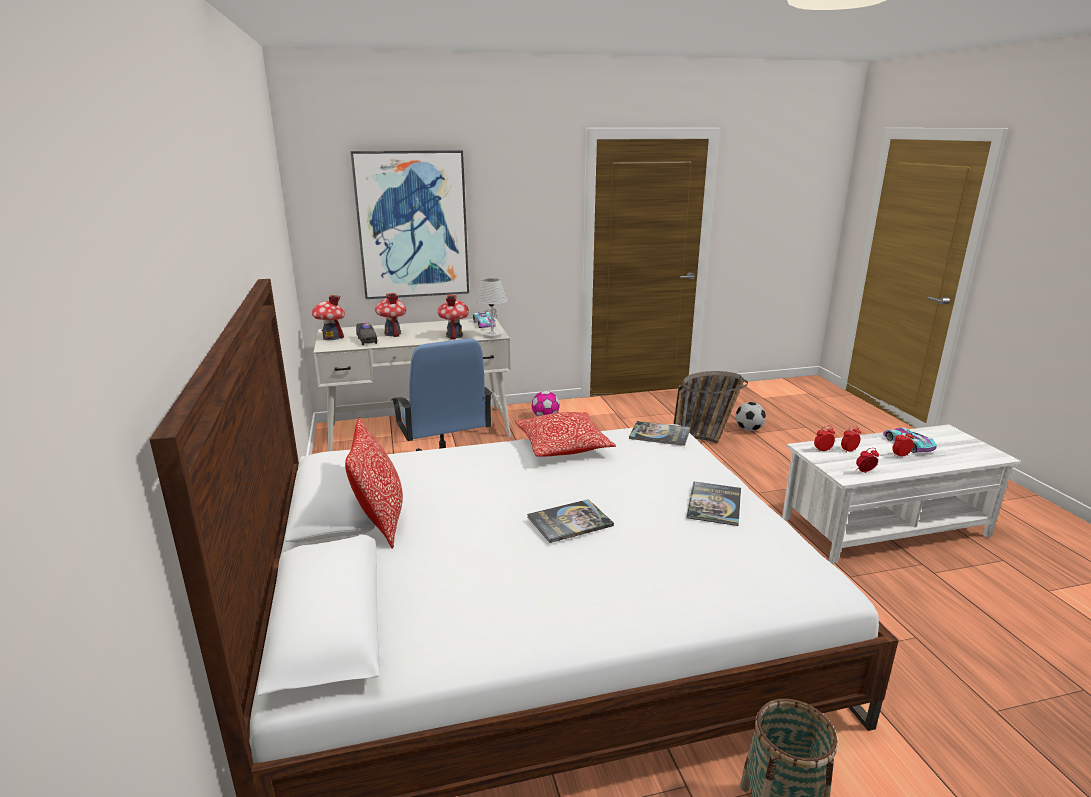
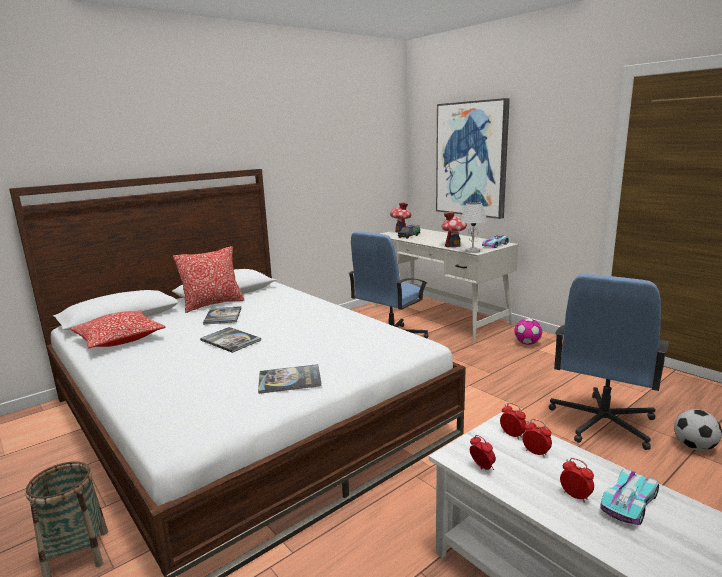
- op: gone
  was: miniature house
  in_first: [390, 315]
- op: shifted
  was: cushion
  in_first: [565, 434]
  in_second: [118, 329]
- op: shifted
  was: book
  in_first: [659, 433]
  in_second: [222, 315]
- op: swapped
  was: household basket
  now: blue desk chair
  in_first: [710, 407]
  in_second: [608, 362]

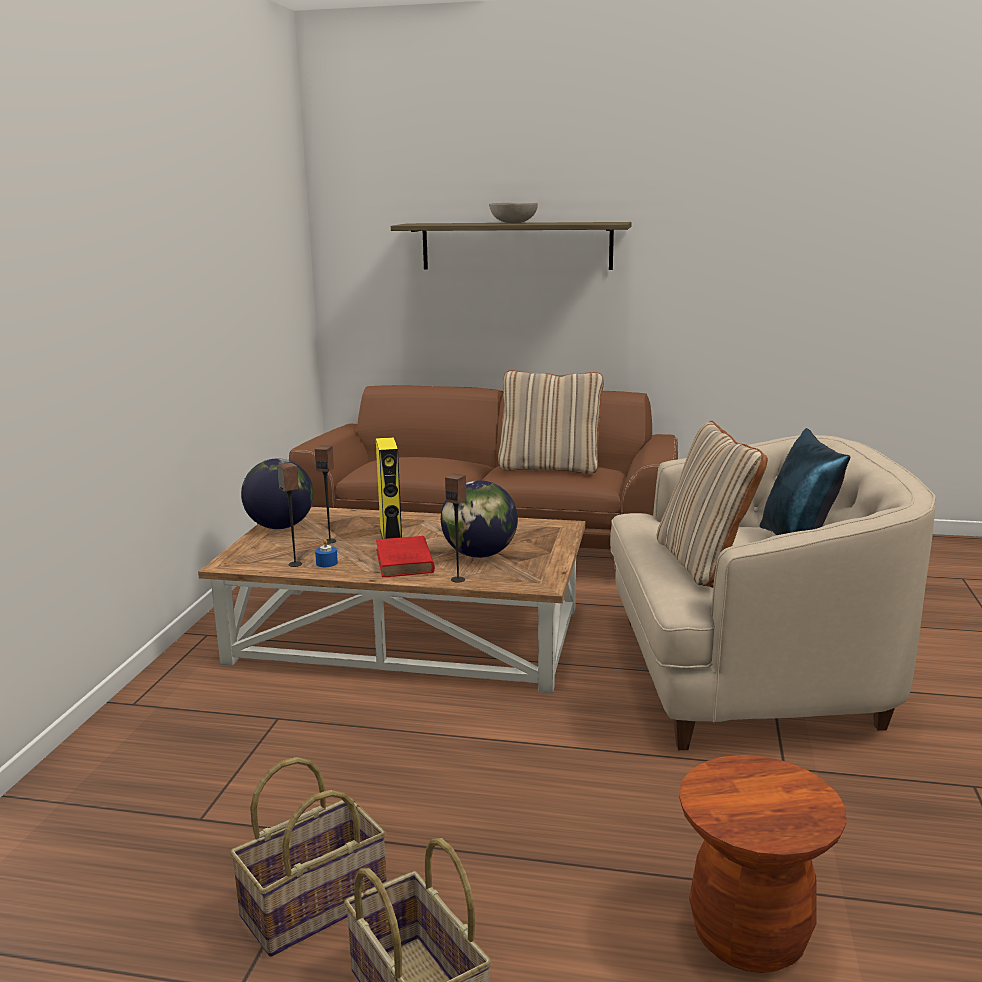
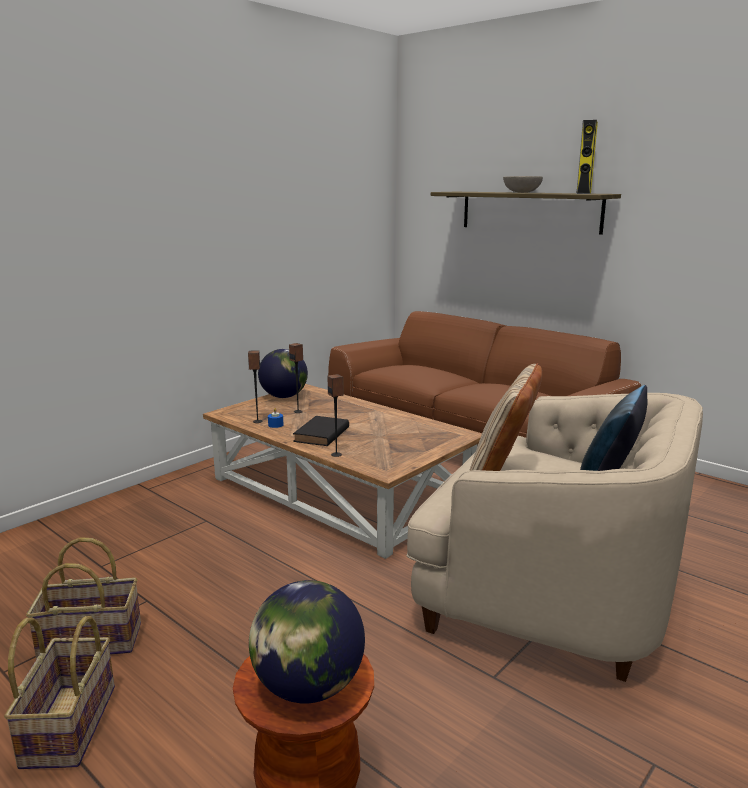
- op: shifted
  was: yellow-coloured speaker
  in_first: [389, 488]
  in_second: [587, 157]
- op: repainted
  was: red-coloured book
  now: black book
  in_first: [405, 556]
  in_second: [321, 431]
- op: shifted
  was: world globe
  in_first: [479, 519]
  in_second: [307, 642]
- op: gone
  was: beige-coloured cushion
  in_first: [551, 422]

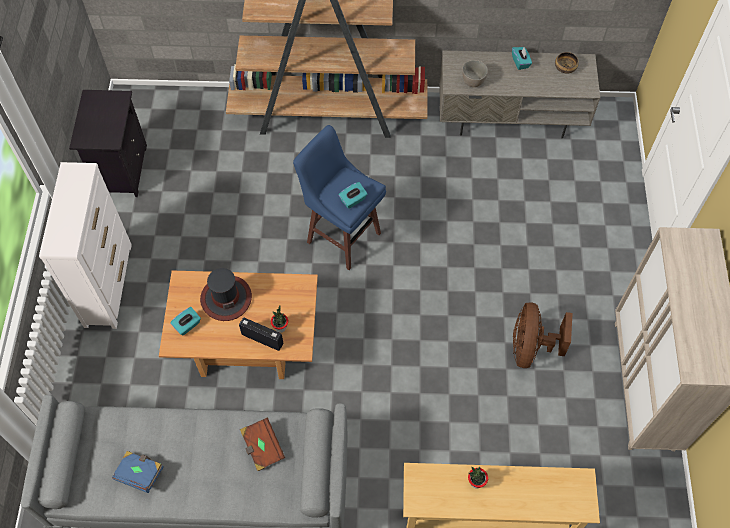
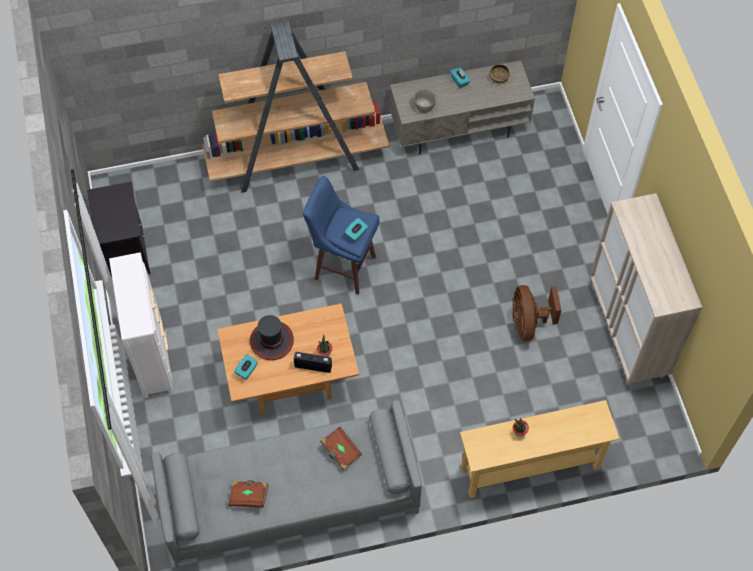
- op: repainted
  was: blue book
  now: brown book
  in_first: [138, 472]
  in_second: [248, 494]

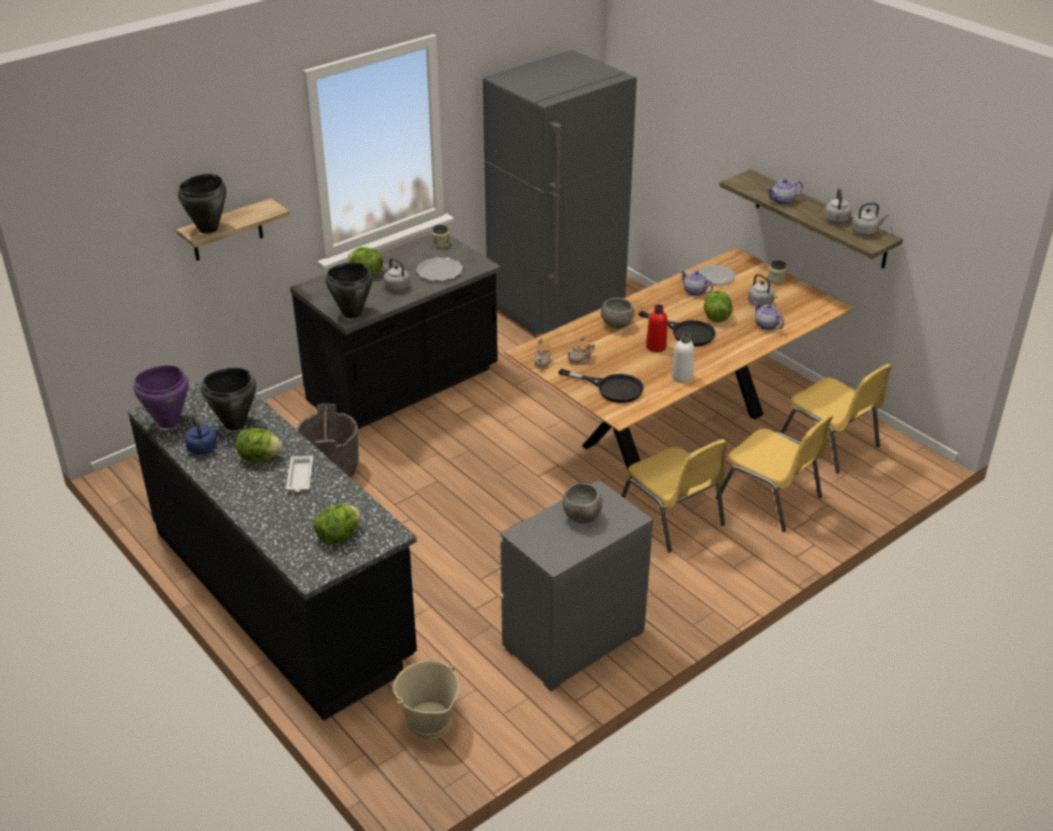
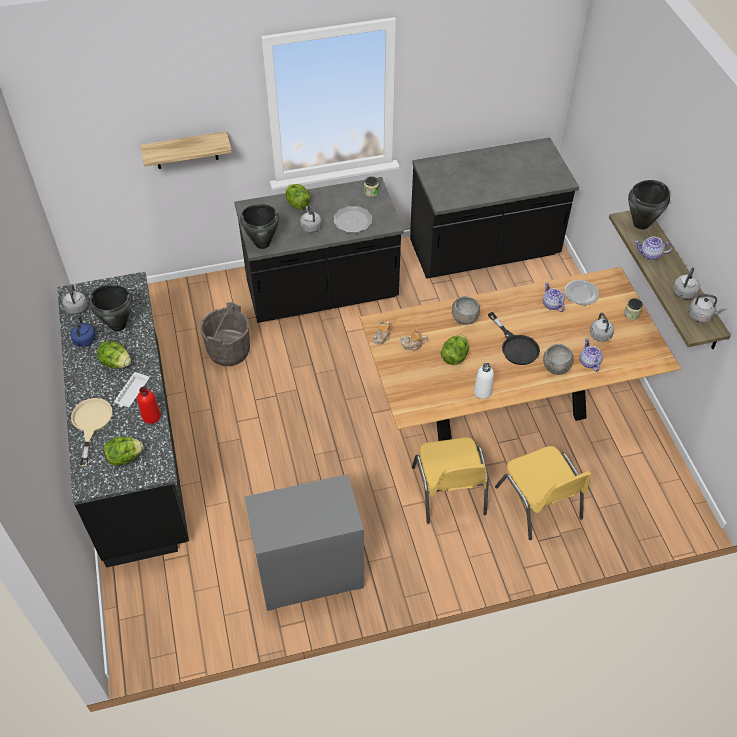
- op: swapped
  was: purple-coloured stockpot
  now: gray water kettle
  in_first: [161, 396]
  in_second: [75, 299]
- op: shifted
  was: black stockpot
  in_first: [202, 204]
  in_second: [649, 205]
- op: gone
  was: beige-coloured pail
  in_first: [425, 700]
- op: swapped
  was: gray refrigerator
  now: black kitchen counter
  in_first: [560, 192]
  in_second: [494, 208]
- op: gone
  was: black skillet
  in_first: [601, 385]
- op: shifted
  was: gray bowl
  in_first: [582, 503]
  in_second: [558, 359]
- op: shifted
  was: red-coloured beverage bottle
  in_first: [657, 328]
  in_second: [149, 405]
- op: shifted
  was: head of lettuce
  in_first: [718, 306]
  in_second: [455, 350]
- op: gone
  was: yellow-coloured upright chair
  in_first: [836, 418]
- op: new
  now: beige-coloured skillet
  in_second: [91, 432]

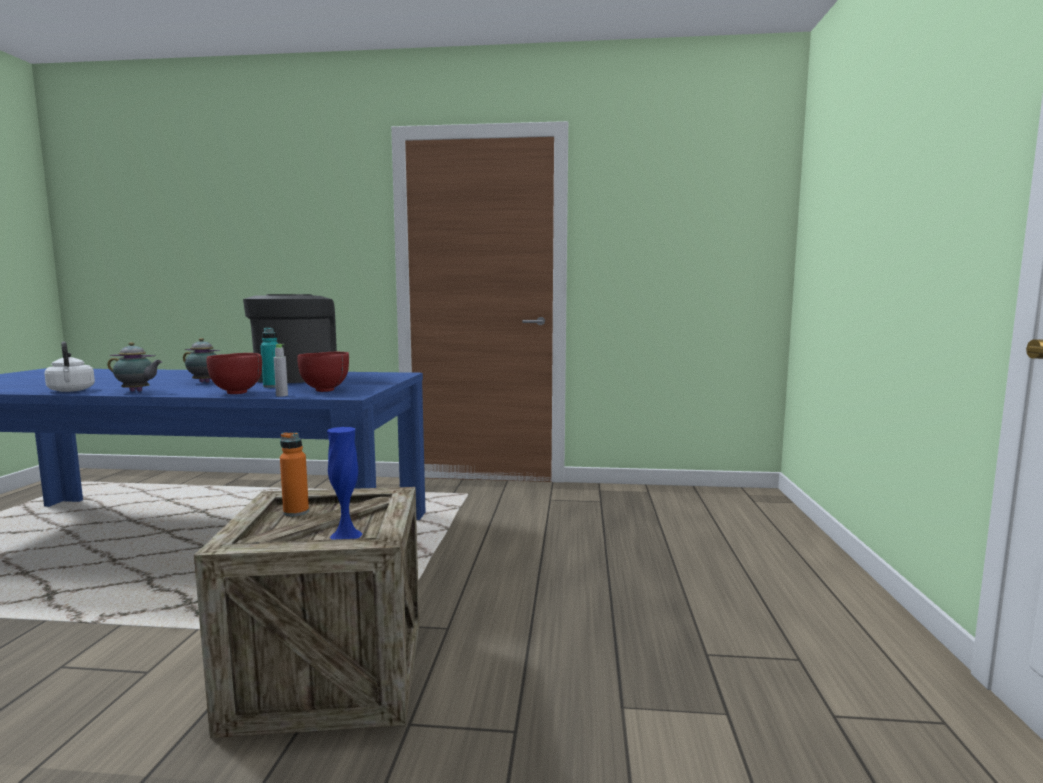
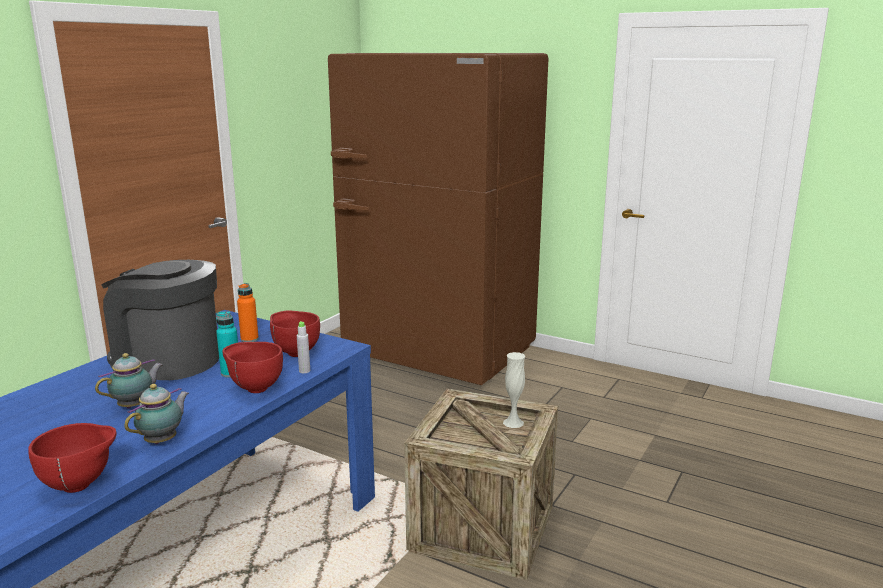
- op: swapped
  was: white water kettle
  now: red-coloured bowl
  in_first: [69, 366]
  in_second: [72, 458]
- op: shifted
  was: orange-coloured beverage bottle
  in_first: [294, 474]
  in_second: [248, 312]
- op: repainted
  was: blue vase
  now: white vase
  in_first: [344, 483]
  in_second: [514, 390]
- op: new
  now: brown refrigerator
  in_second: [438, 219]

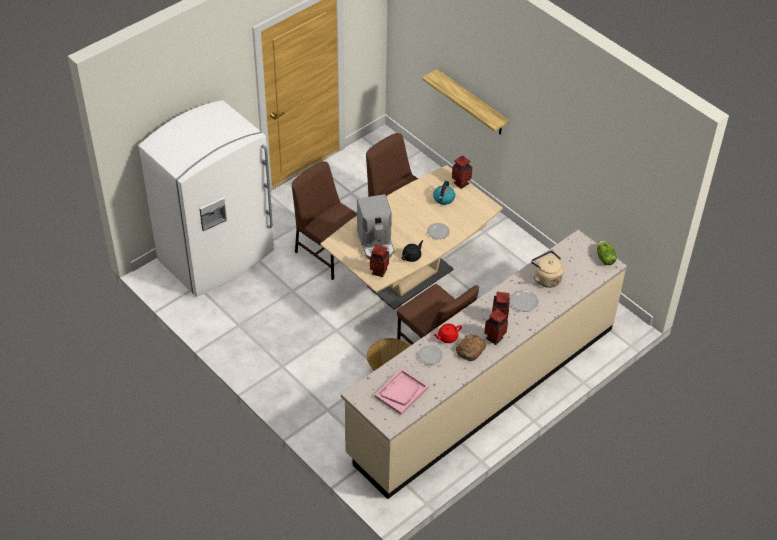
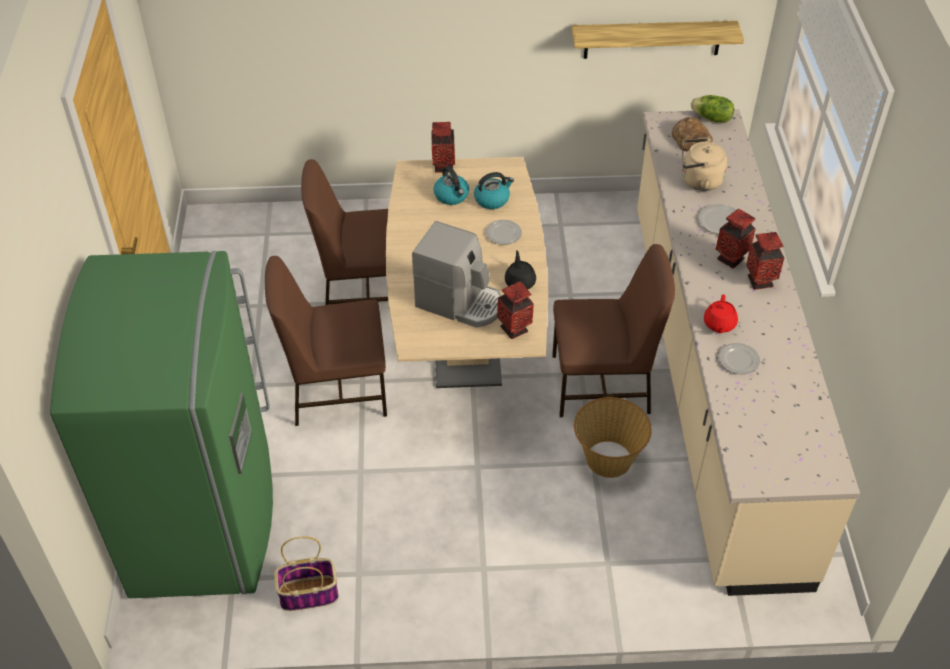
- op: repainted
  was: white refrigerator
  now: green refrigerator
  in_first: [206, 198]
  in_second: [161, 424]
- op: gone
  was: pink carrying tray
  in_first: [402, 392]
- op: shifted
  was: wall shelf
  in_first: [466, 102]
  in_second: [657, 40]
- op: shifted
  was: bread
  in_first: [471, 347]
  in_second: [692, 134]
- op: new
  now: household basket
  in_second: [306, 573]
- op: new
  now: water kettle
  in_second: [494, 190]

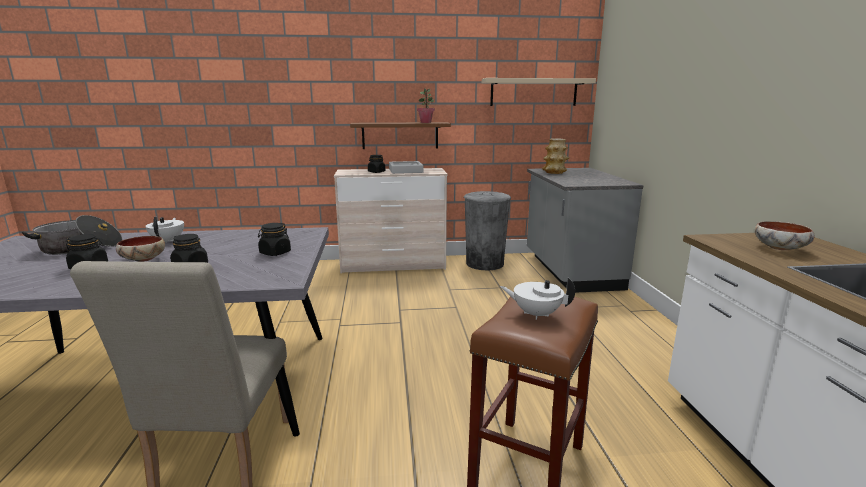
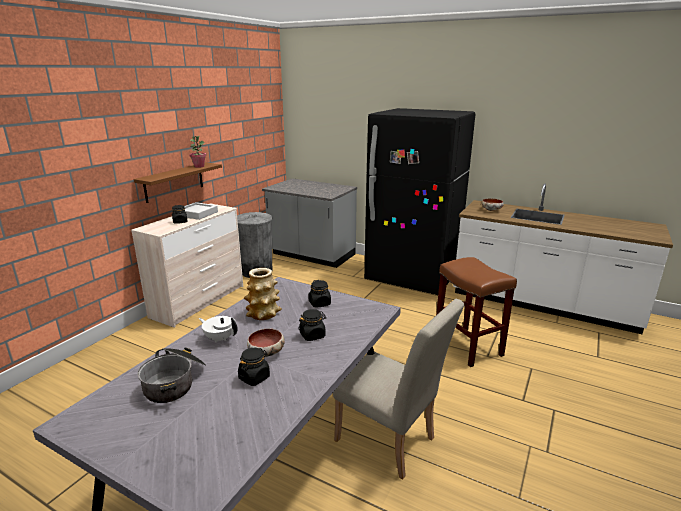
- op: gone
  was: beige-coloured wall shelf
  in_first: [539, 92]
- op: gone
  was: white teapot
  in_first: [537, 299]
- op: shifted
  was: vase
  in_first: [555, 156]
  in_second: [263, 294]
- op: new
  now: black refrigerator
  in_second: [419, 201]

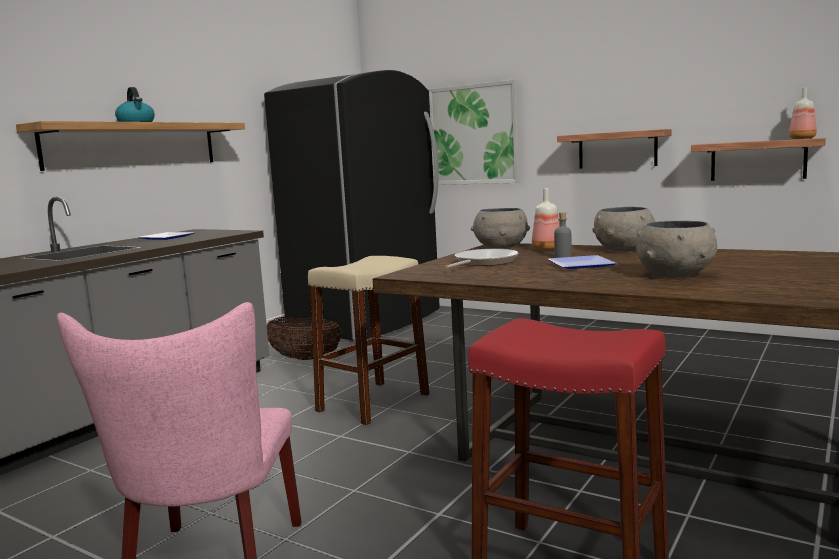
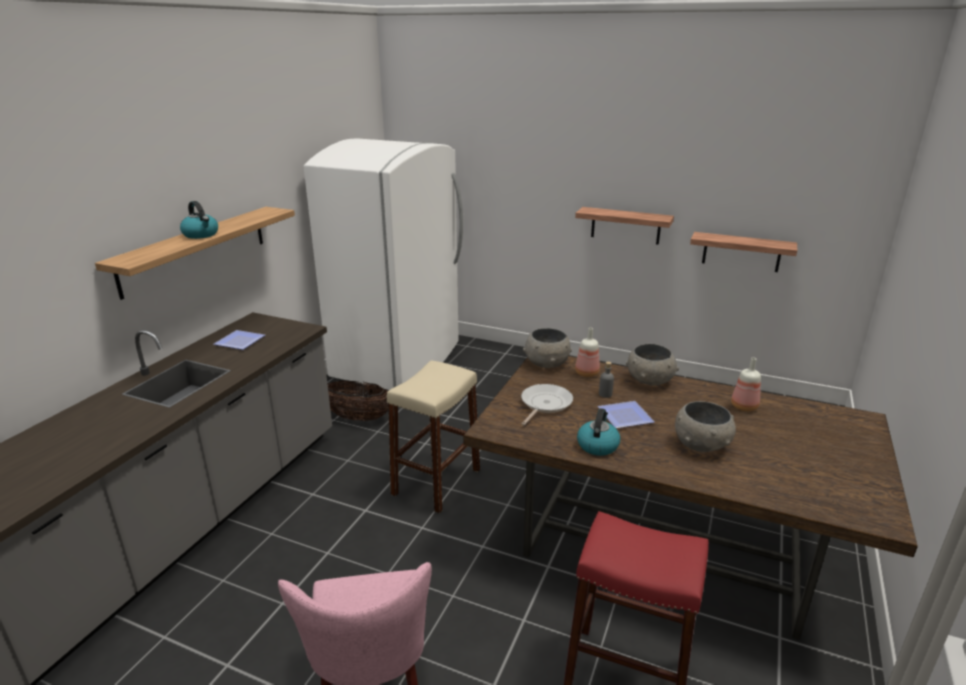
- op: repainted
  was: black refrigerator
  now: white refrigerator
  in_first: [352, 206]
  in_second: [383, 264]
- op: gone
  was: wall art
  in_first: [474, 132]
- op: shifted
  was: beverage bottle
  in_first: [803, 113]
  in_second: [746, 384]
- op: new
  now: water kettle
  in_second: [598, 432]

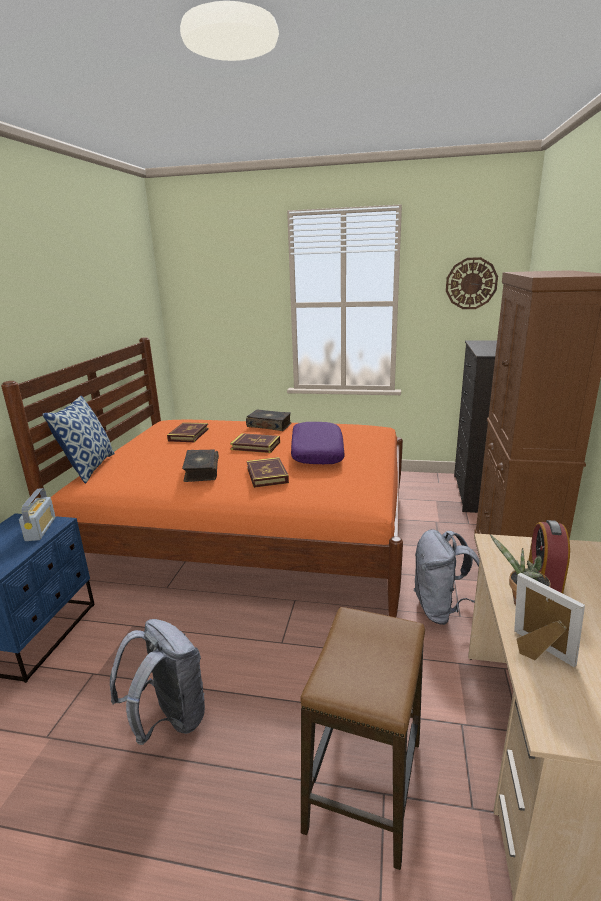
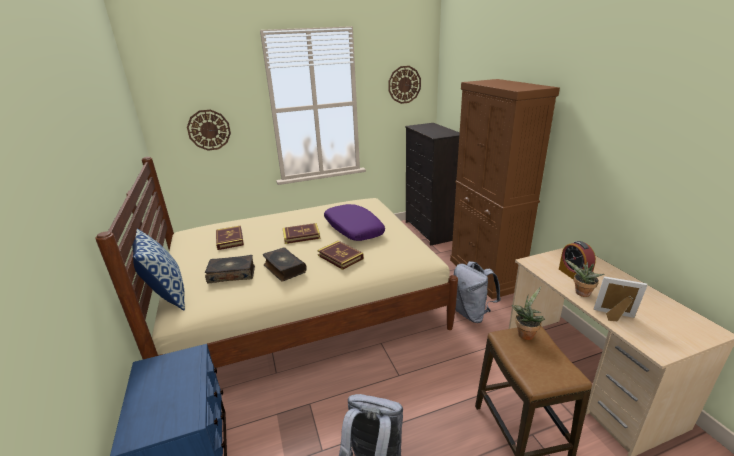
- op: repainted
  was: orange-coloured bed
  now: beige-coloured bed
  in_first: [202, 477]
  in_second: [276, 262]
- op: gone
  was: radio receiver
  in_first: [37, 514]
- op: shifted
  was: book
  in_first: [269, 420]
  in_second: [230, 269]
- op: new
  now: clock on the wall
  in_second: [209, 130]
- op: new
  now: plant in a pot
  in_second: [528, 313]

